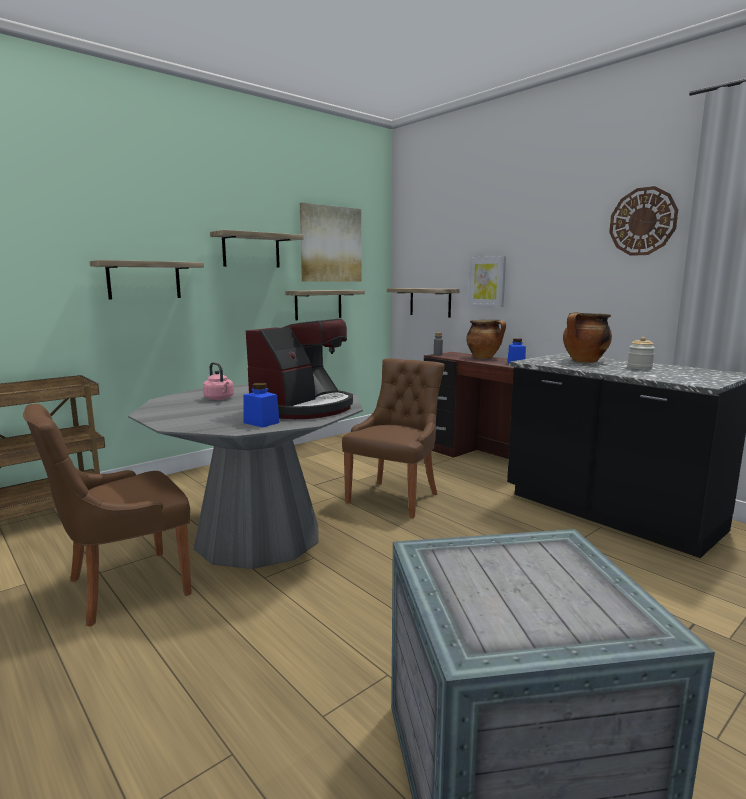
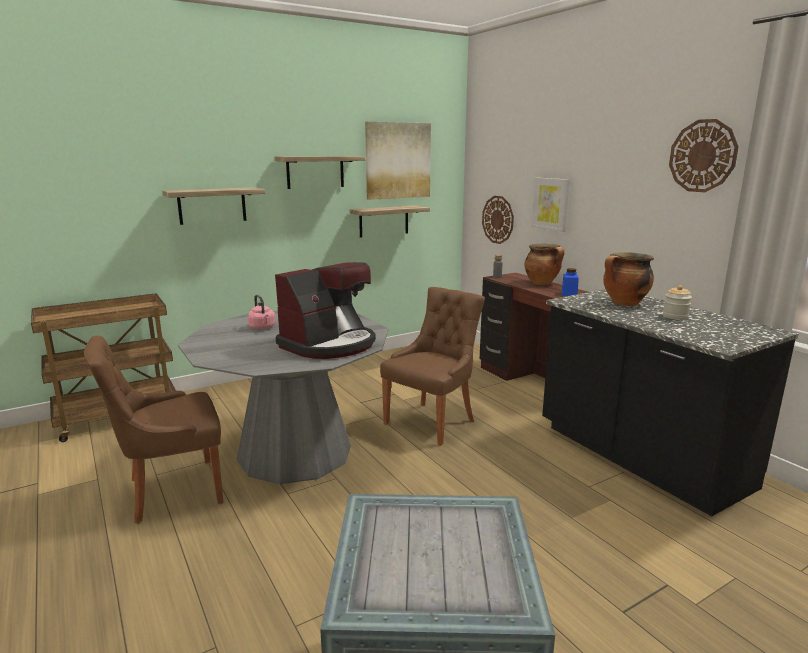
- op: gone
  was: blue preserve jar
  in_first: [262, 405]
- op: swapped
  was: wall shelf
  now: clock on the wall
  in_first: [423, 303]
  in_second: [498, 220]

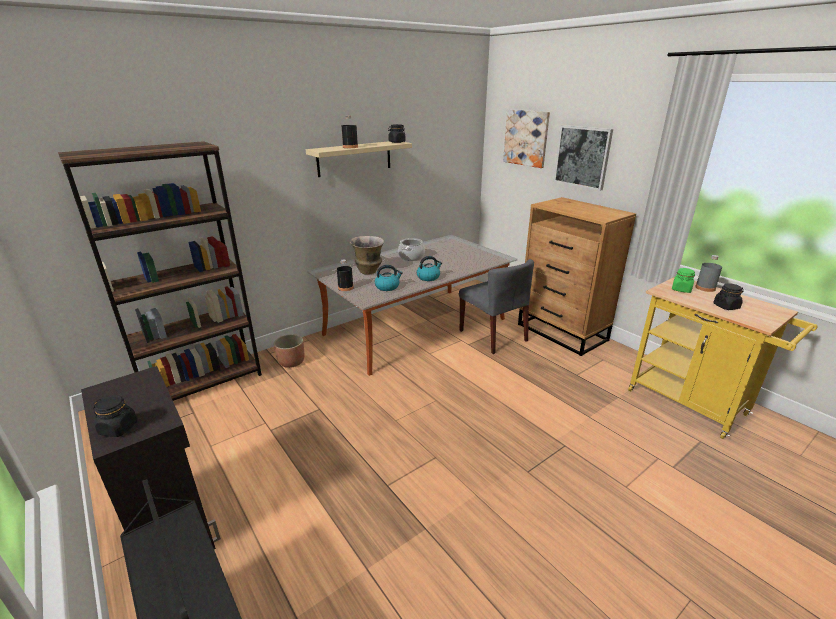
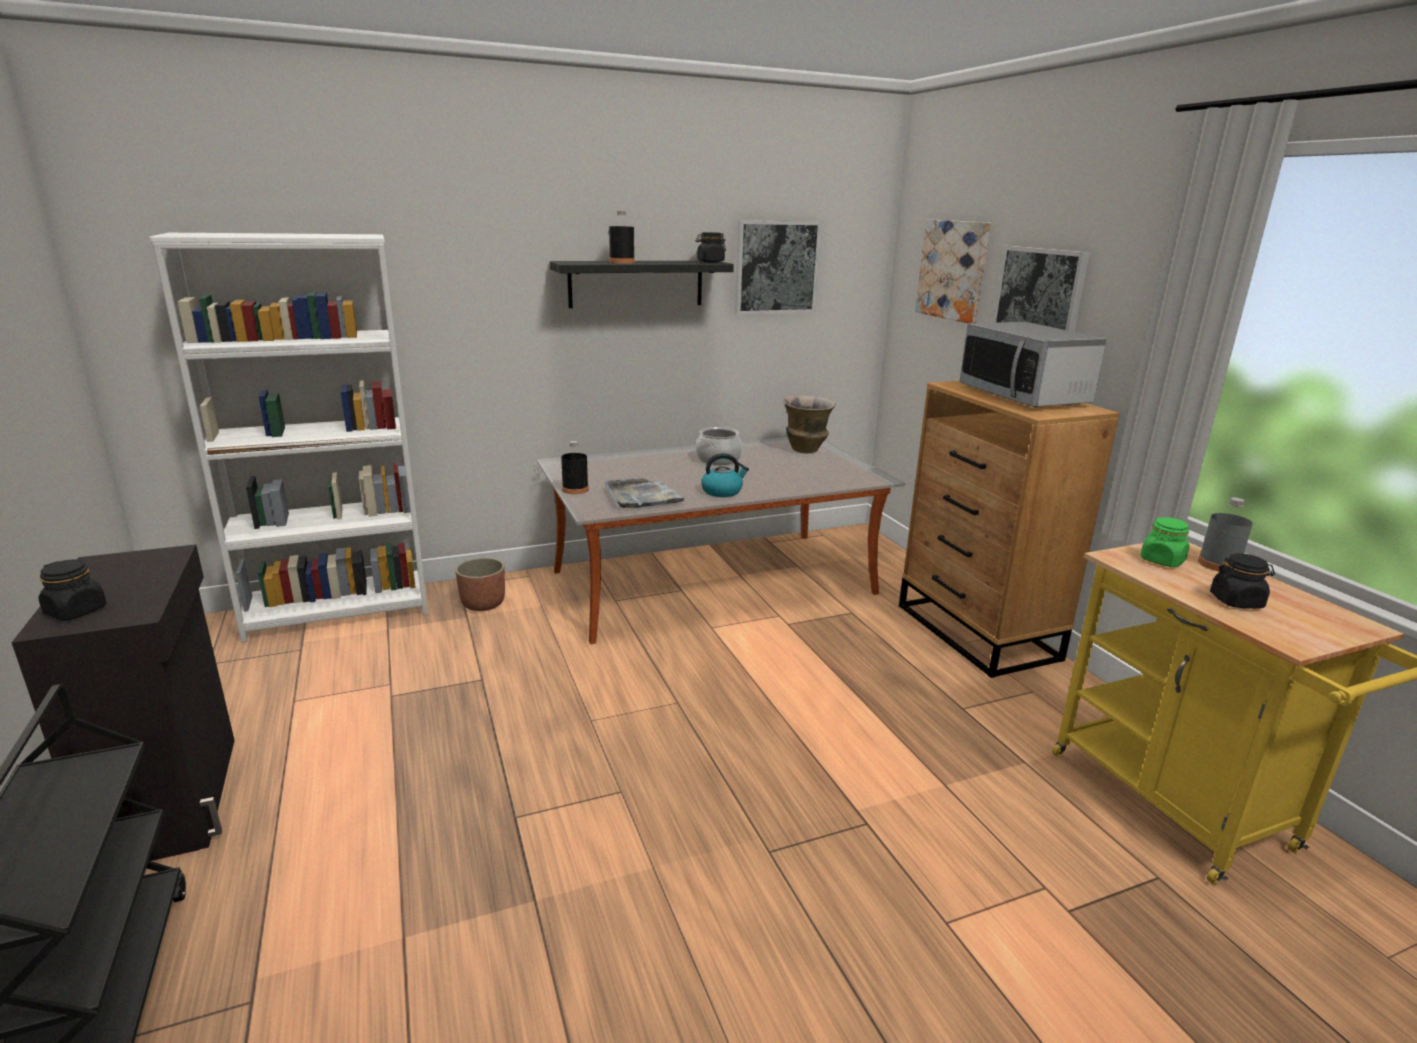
- op: repainted
  was: brown shelving unit
  now: white shelving unit
  in_first: [160, 271]
  in_second: [288, 438]
- op: repainted
  was: beige-coloured wall shelf
  now: black wall shelf
  in_first: [359, 159]
  in_second: [642, 284]
- op: shifted
  was: vase
  in_first: [367, 255]
  in_second: [809, 424]
- op: swapped
  was: water kettle
  now: gray carrying tray
  in_first: [388, 278]
  in_second: [644, 493]
- op: gone
  was: gray upright chair
  in_first: [496, 306]
- op: new
  now: wall art
  in_second: [778, 267]
- op: new
  now: microwave oven
  in_second: [1033, 364]

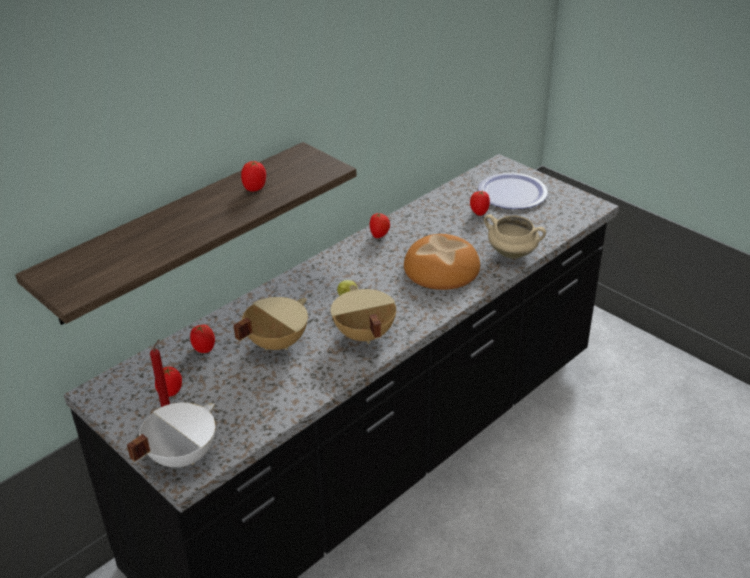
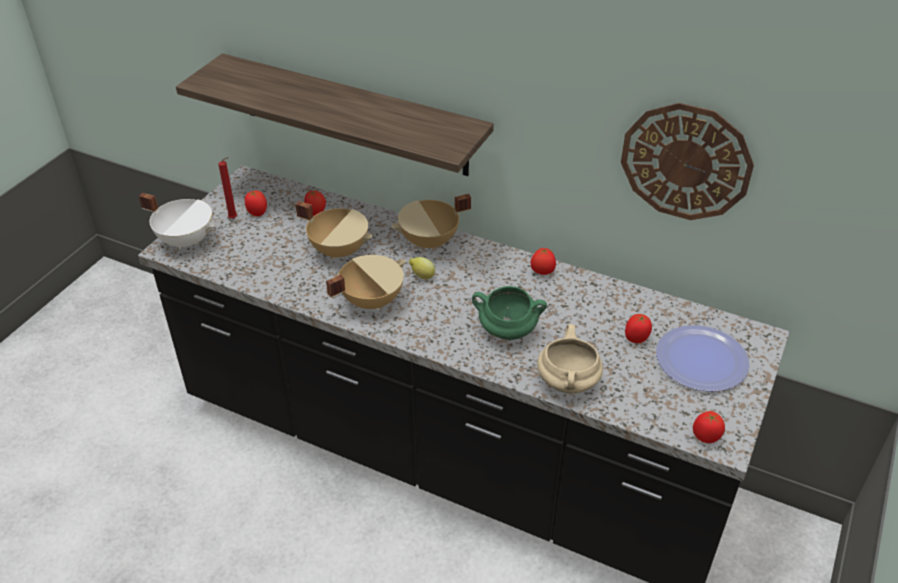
- op: shifted
  was: whole tomato
  in_first: [253, 176]
  in_second: [709, 427]
- op: swapped
  was: bread
  now: green stockpot
  in_first: [442, 262]
  in_second: [509, 313]
- op: new
  now: beige-coloured stockpot
  in_second: [431, 222]
- op: new
  now: clock on the wall
  in_second: [687, 161]

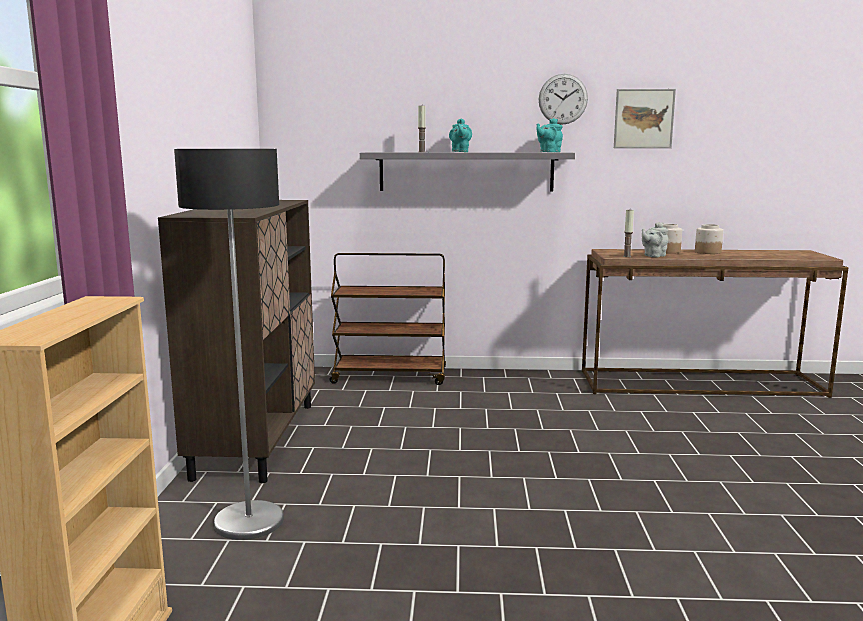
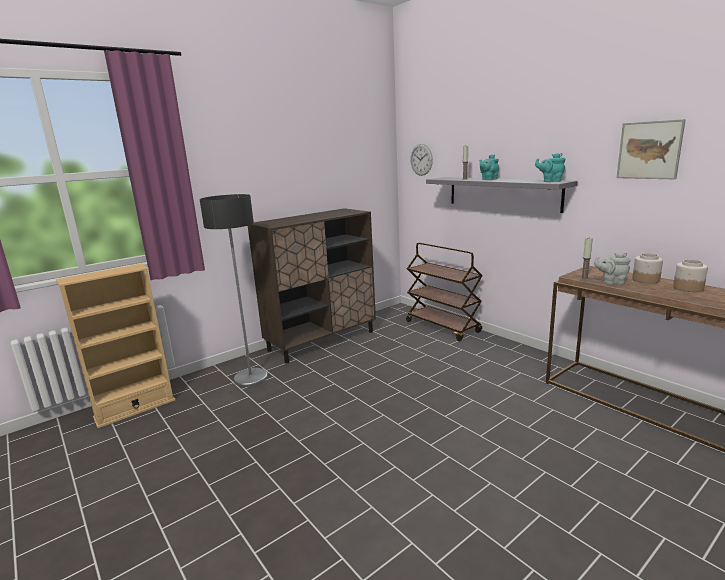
- op: shifted
  was: clock on the wall
  in_first: [563, 99]
  in_second: [421, 160]

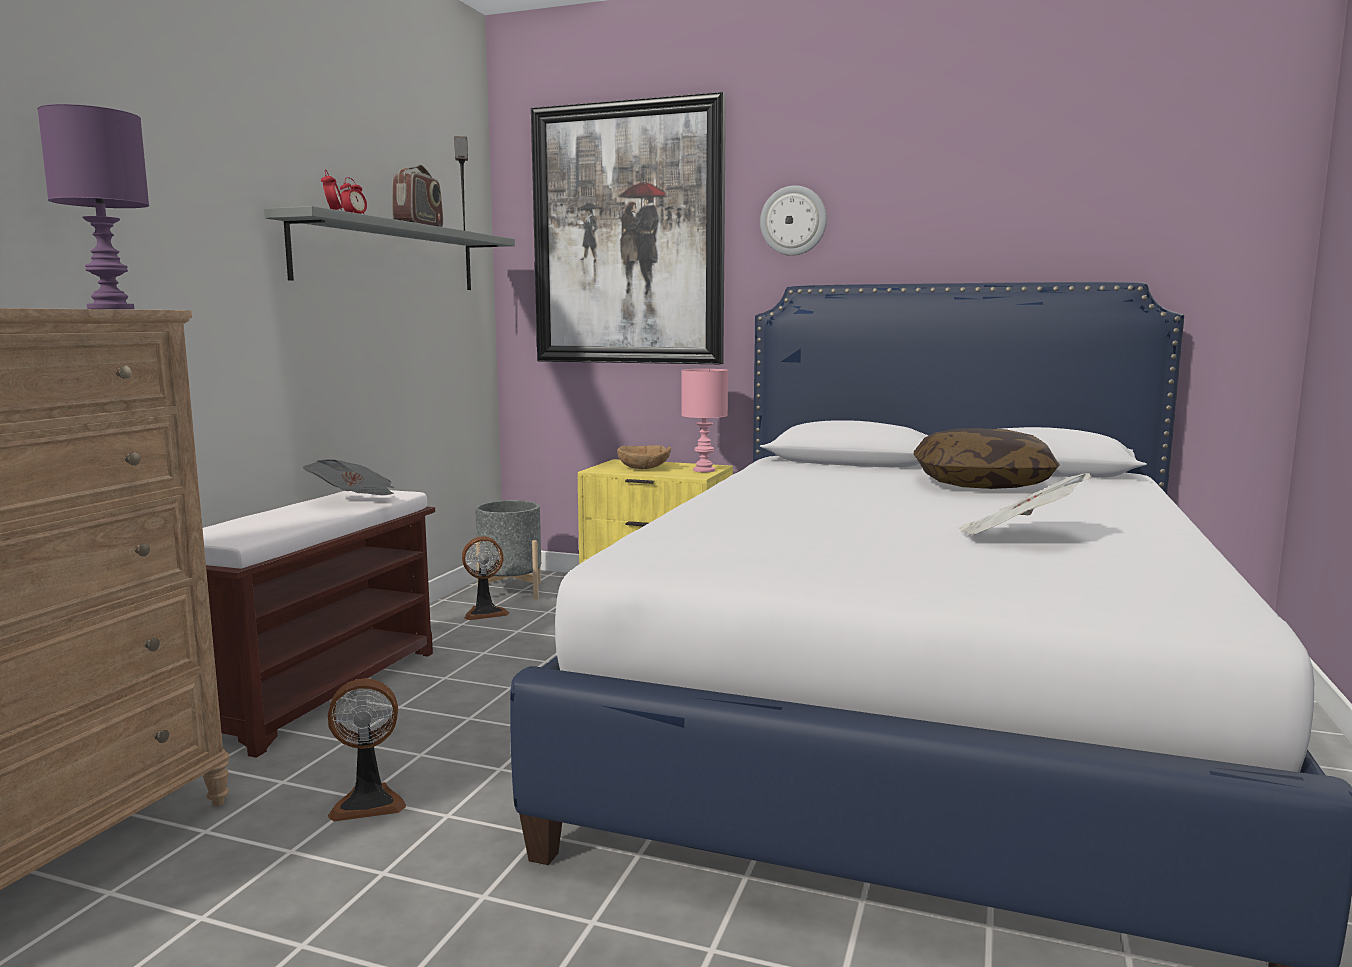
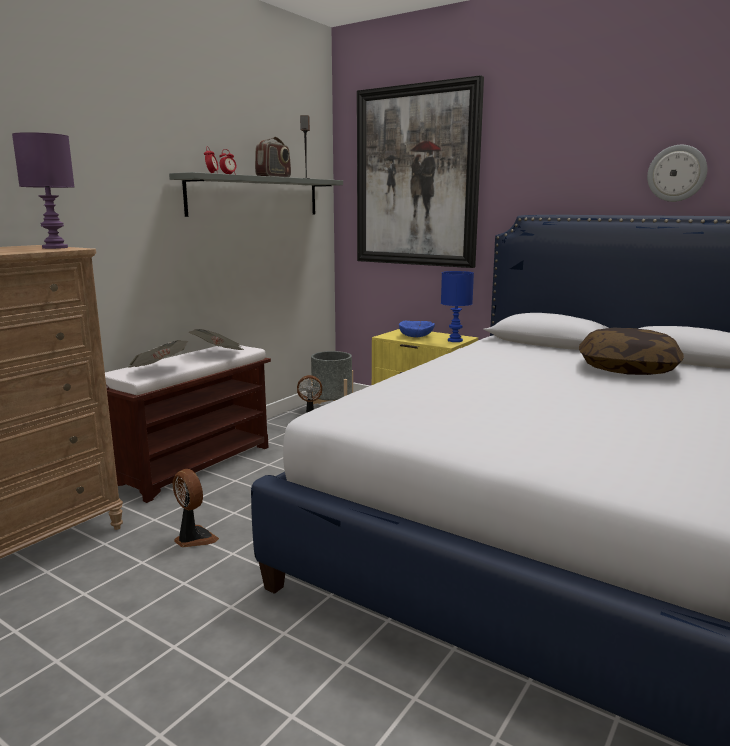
- op: rotated
  was: fan
  in_first: [367, 750]
  in_second: [196, 508]
  clockwise: -135
- op: repainted
  was: brown bowl
  now: blue bowl
  in_first: [644, 457]
  in_second: [417, 329]
- op: repainted
  was: pink lamp for a table
  now: blue lamp for a table
  in_first: [704, 420]
  in_second: [457, 306]
- op: shifted
  was: clock on the wall
  in_first: [793, 220]
  in_second: [677, 173]
- op: shifted
  was: printed paper
  in_first: [1025, 504]
  in_second: [158, 354]

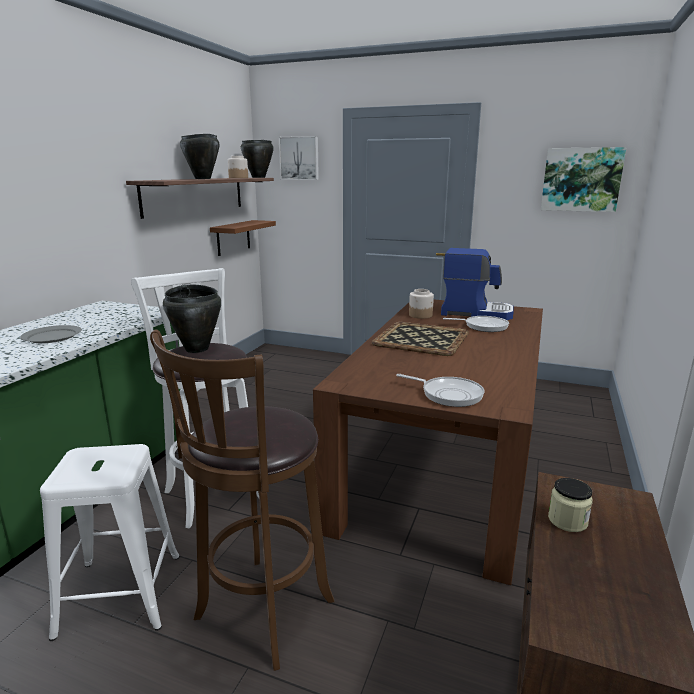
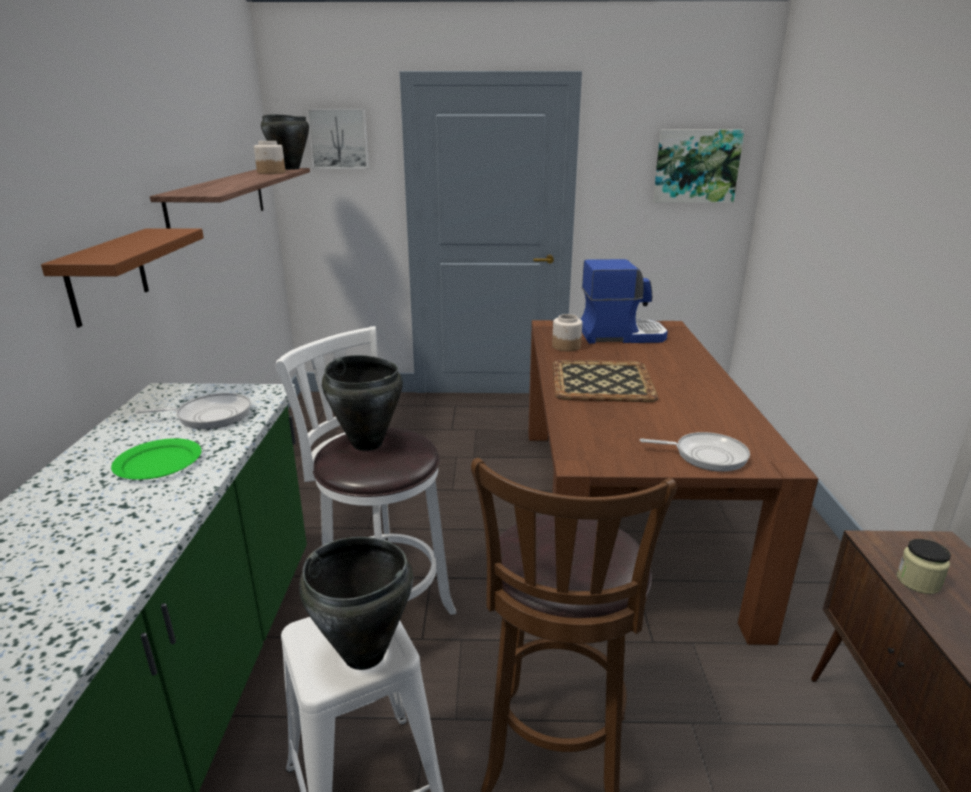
- op: repainted
  was: gray dinner plate
  now: green dinner plate
  in_first: [51, 334]
  in_second: [156, 458]
- op: shifted
  was: black stockpot
  in_first: [199, 156]
  in_second: [356, 603]
- op: shifted
  was: brown wall shelf
  in_first: [243, 238]
  in_second: [122, 278]
- op: shifted
  was: skillet
  in_first: [476, 324]
  in_second: [193, 411]

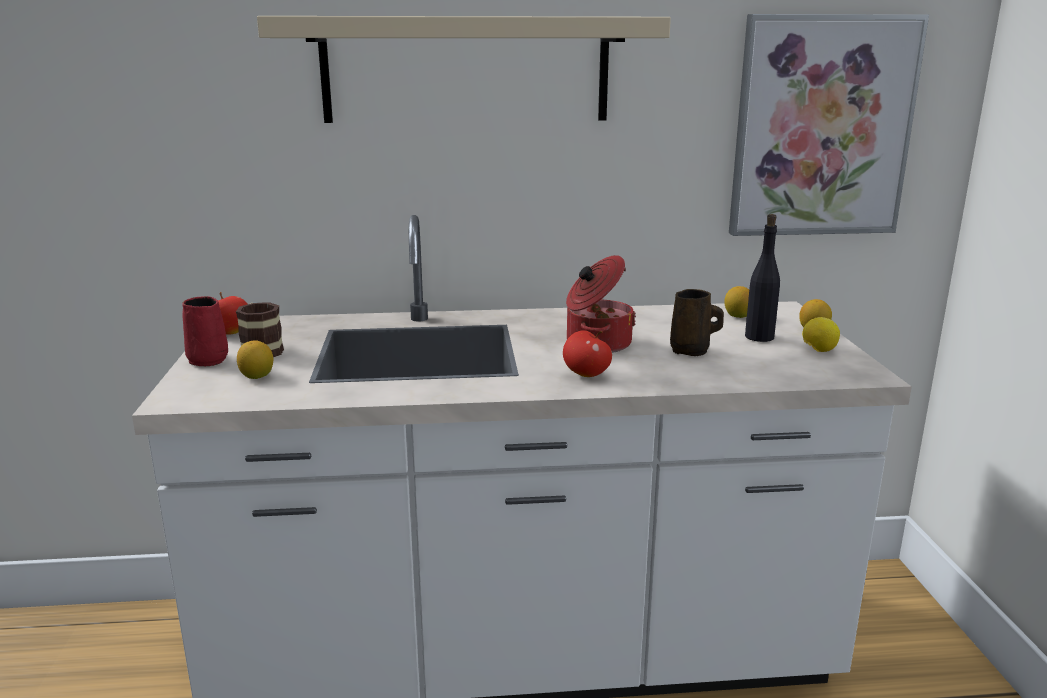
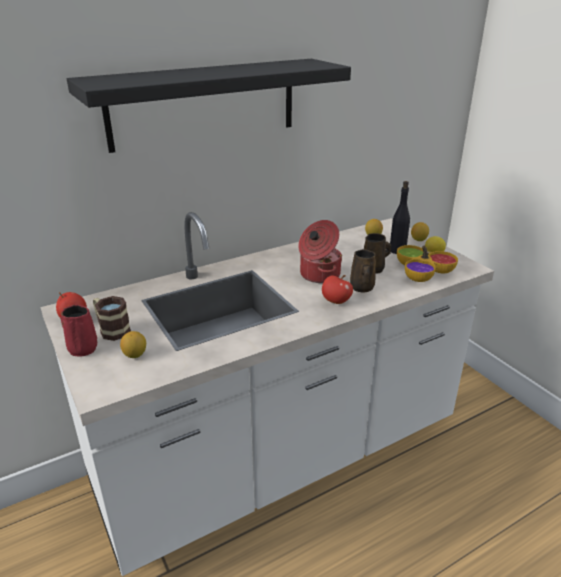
- op: repainted
  was: beige-coloured wall shelf
  now: black wall shelf
  in_first: [464, 69]
  in_second: [209, 106]
- op: gone
  was: wall art
  in_first: [829, 125]
- op: new
  now: brown mug
  in_second: [363, 270]
- op: new
  now: bowl
  in_second: [427, 263]

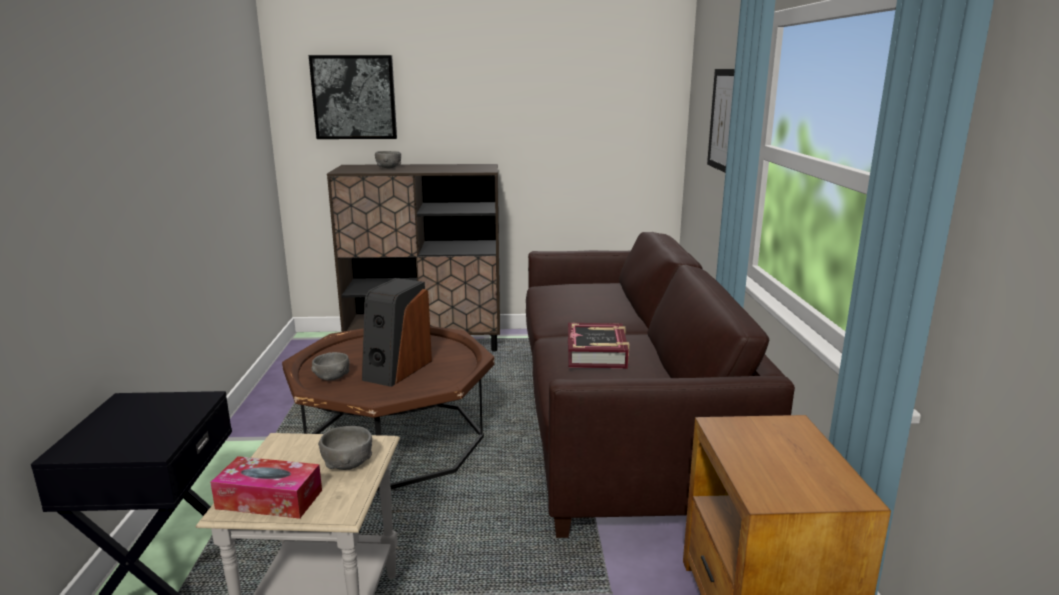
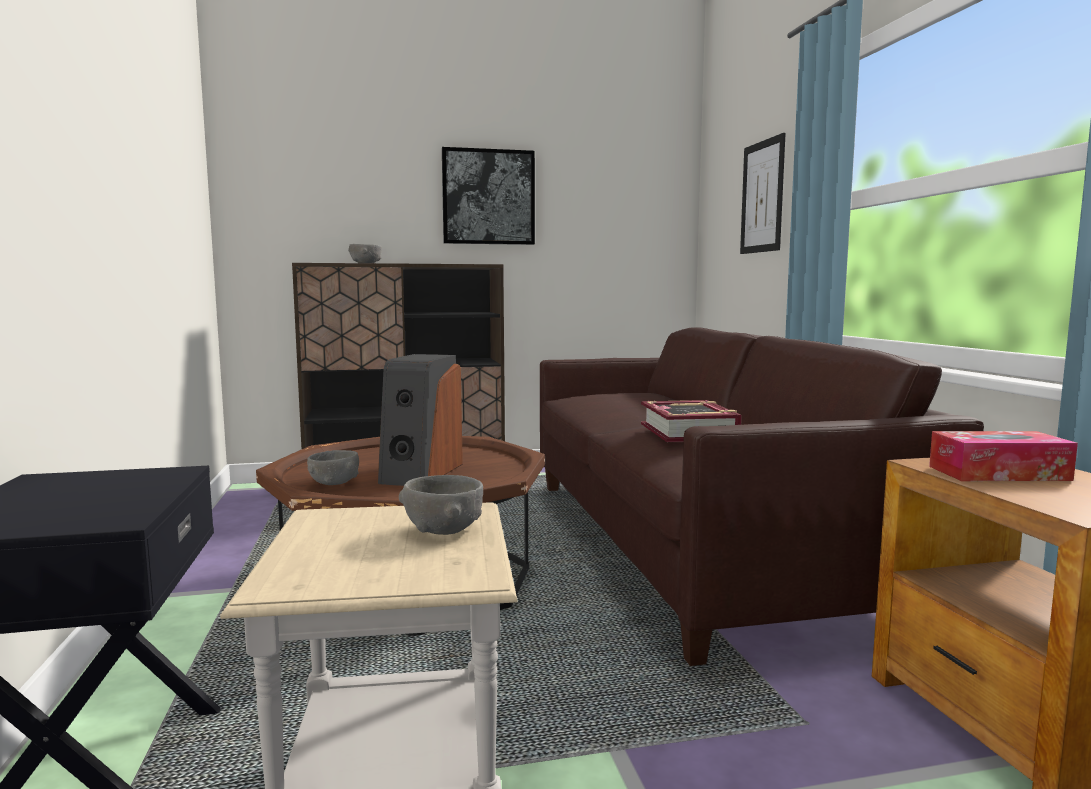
- op: shifted
  was: tissue holder
  in_first: [266, 487]
  in_second: [1003, 456]
- op: shifted
  was: wall art
  in_first: [353, 97]
  in_second: [488, 196]

